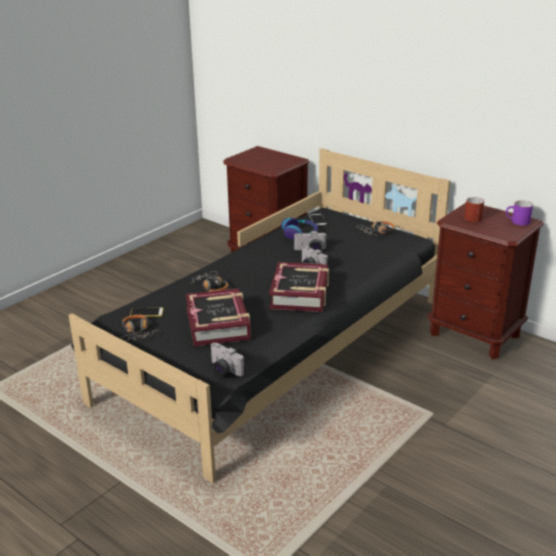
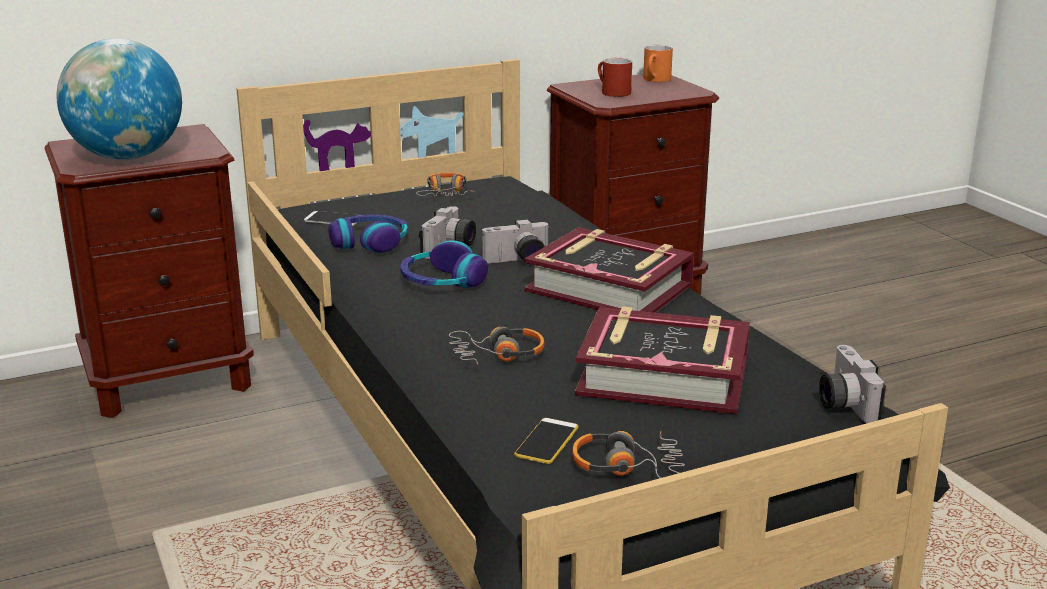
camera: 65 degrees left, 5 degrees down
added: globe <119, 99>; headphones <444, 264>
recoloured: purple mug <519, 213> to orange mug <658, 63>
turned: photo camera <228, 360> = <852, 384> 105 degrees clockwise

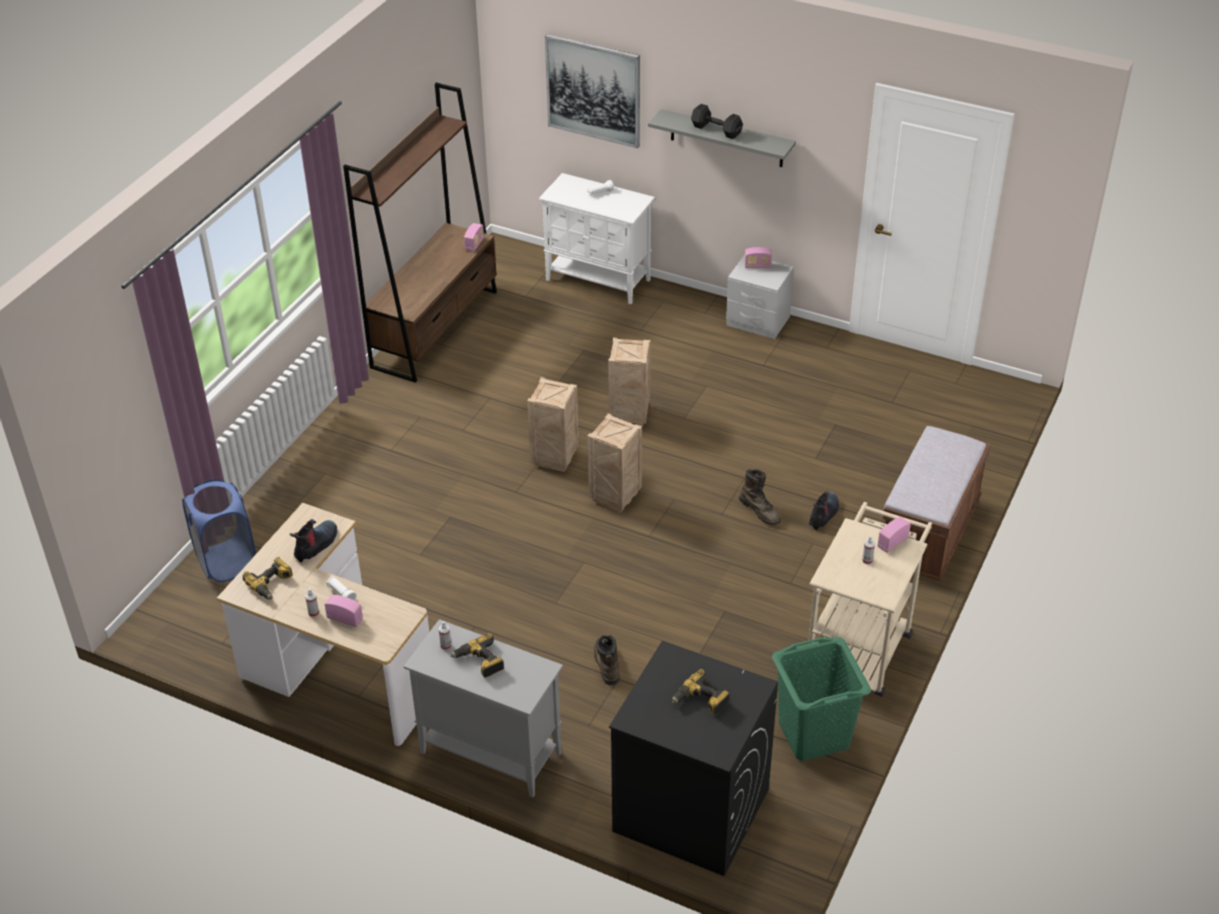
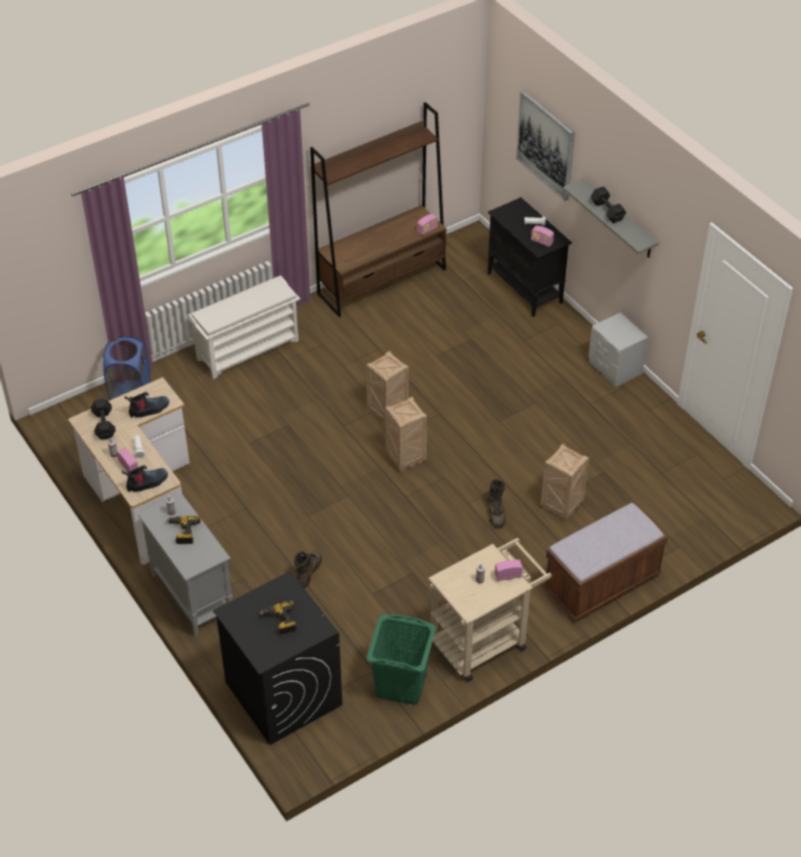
camera: 30 degrees right, 5 degrees up
added: white shoe rack <244, 327>
moved: radio <758, 257> to <542, 236>; crate <629, 382> to <565, 482>; boot <824, 510> to <145, 478>
replaced: power drill <268, 578> to black dumbbell <103, 419>
recoloured: white cabinet <597, 238> to black cabinet <530, 257>

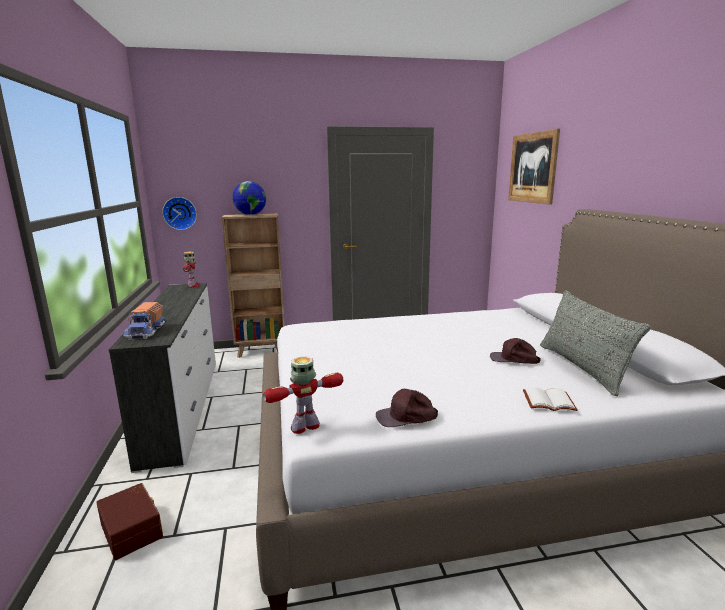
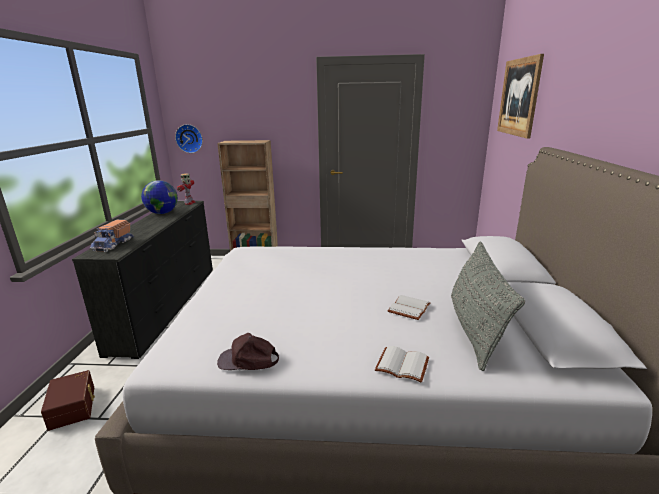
camera: 15 degrees right, 5 degrees up
removed: toy robot <303, 395>
moved: globe <249, 198> to <159, 197>
replaced: brown cap <515, 351> to white book <409, 307>
recoloured: white dresser <162, 378> to black dresser <142, 280>

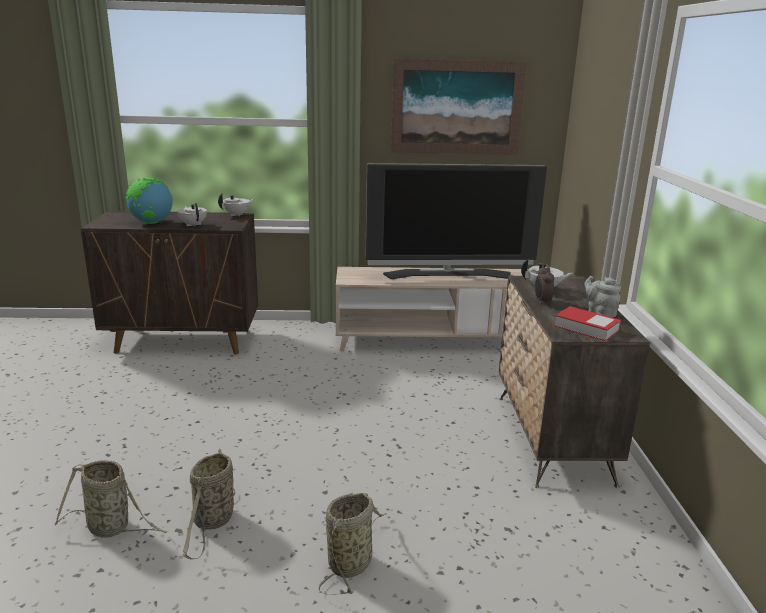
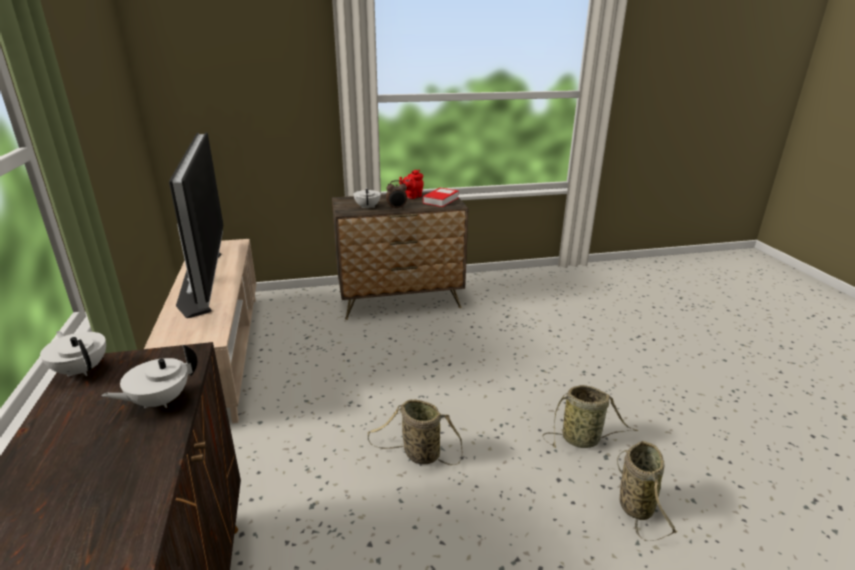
camera: 100 degrees left, 5 degrees up
removed: picture <459, 107>; globe <149, 200>
moved: basket <353, 544> to <415, 432>
recoloured: grey teapot <602, 297> to red teapot <411, 184>

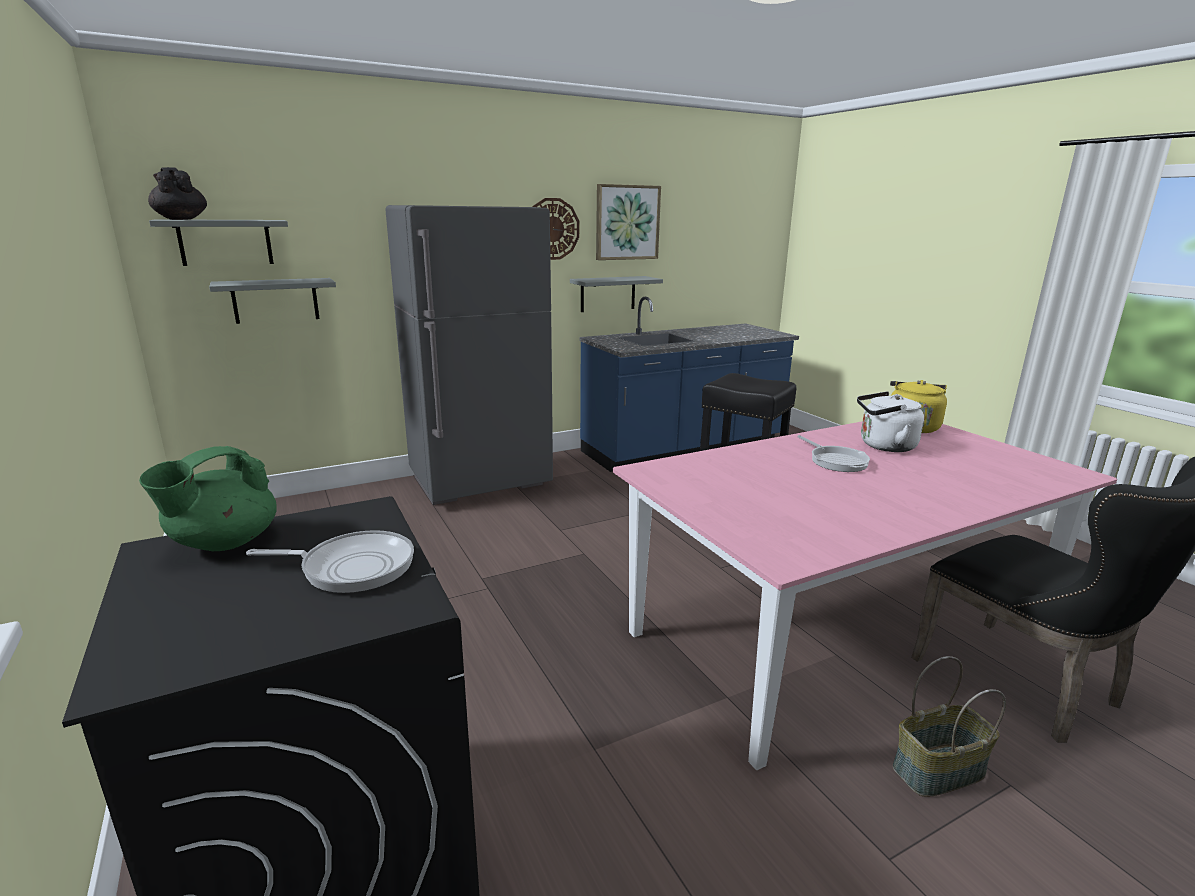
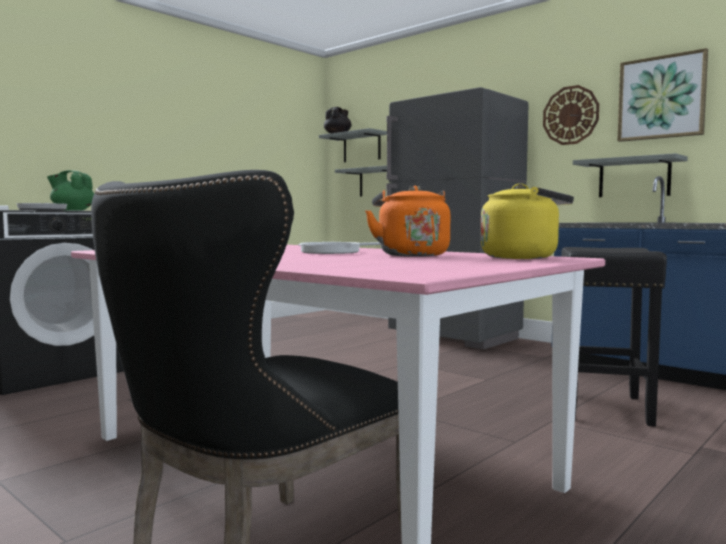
camera: 70 degrees right, 15 degrees down
removed: basket <949, 726>
recoloured: white kettle <890, 421> to orange kettle <407, 221>

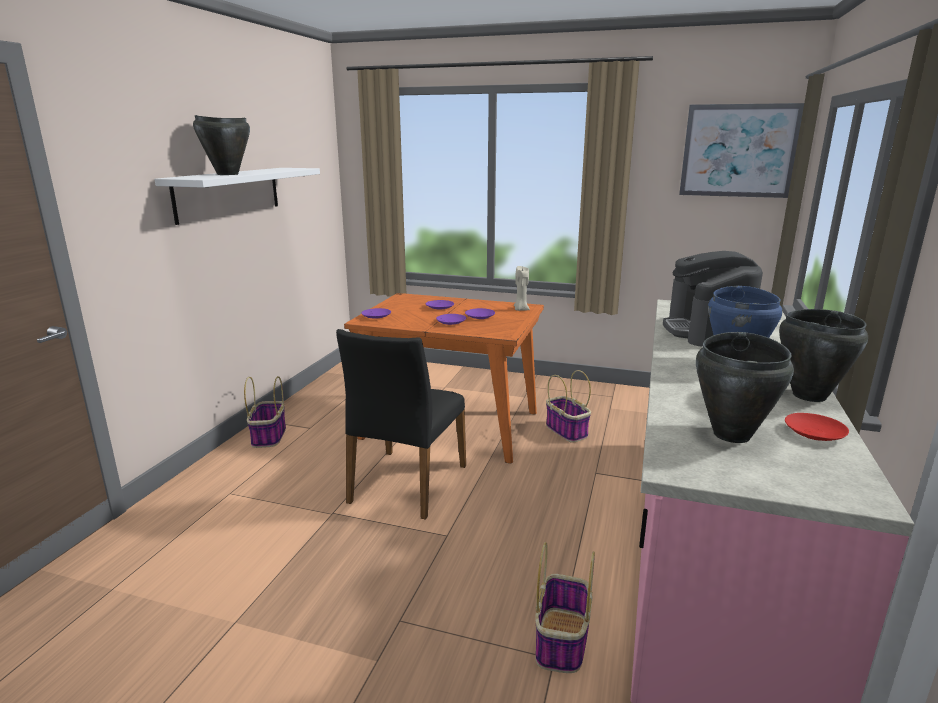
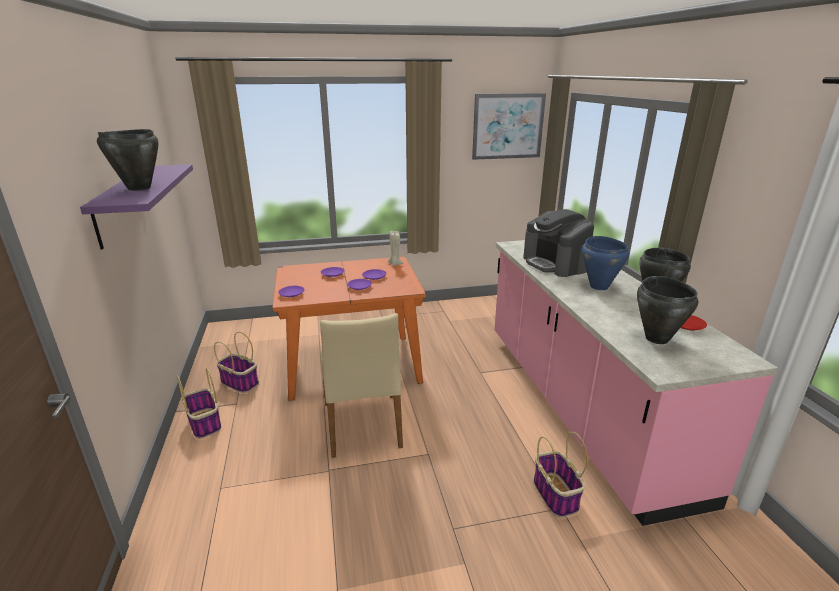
camera: 30 degrees left, 5 degrees up
moved: basket <568, 406> to <236, 362>
recoloured: white shelf <237, 196> to purple shelf <136, 207>; black chair <401, 424> to beige chair <361, 385>

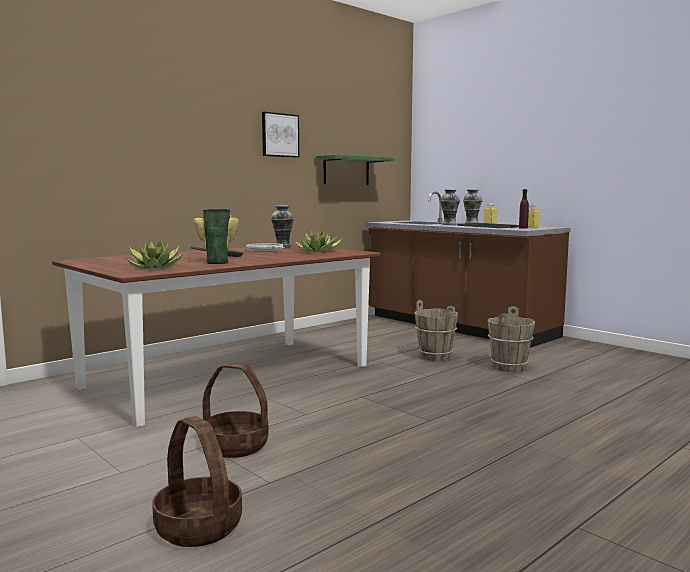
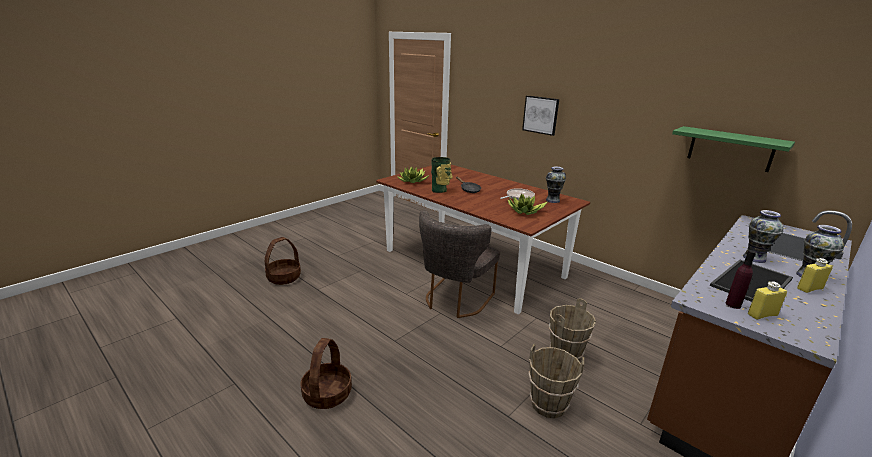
camera: 85 degrees right, 15 degrees up
added: grey chair <459, 264>
moved: picture <280, 135> to <540, 115>; basket <235, 410> to <326, 373>

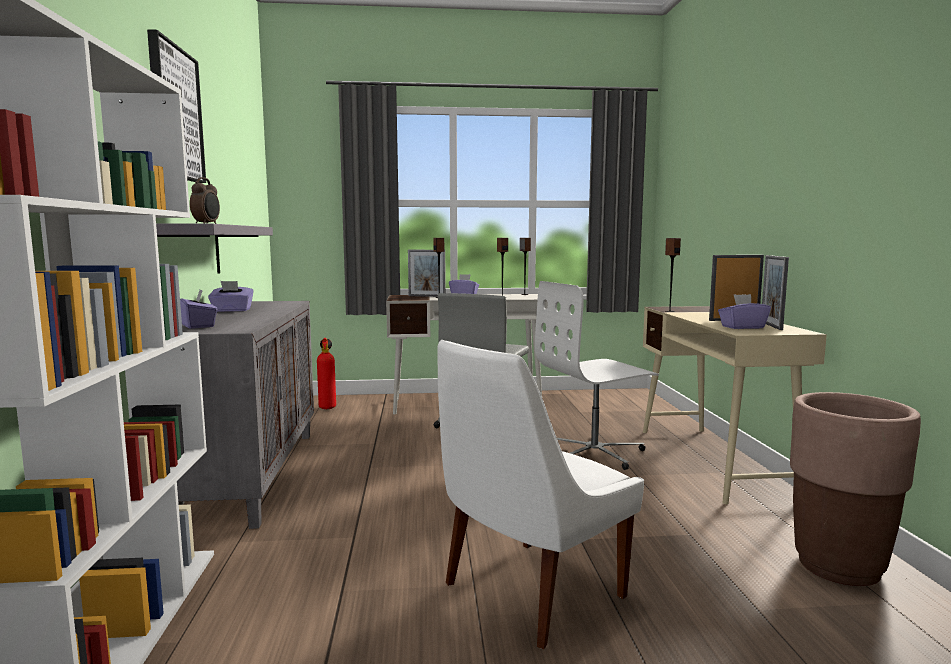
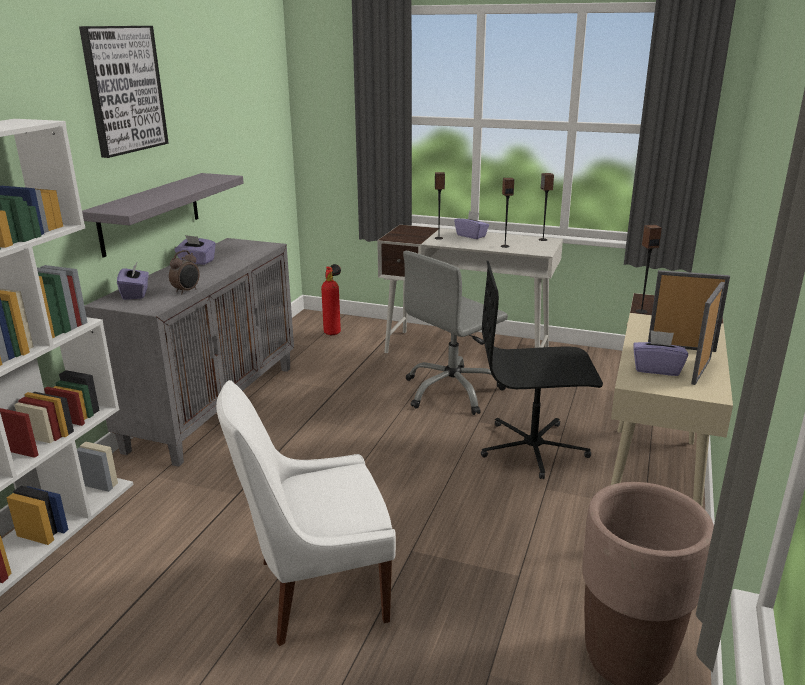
camera: 25 degrees right, 15 degrees up
removed: picture frame <427, 273>
moved: alarm clock <205, 200> to <184, 272>
recoloured: white office chair <597, 375> to black office chair <542, 370>

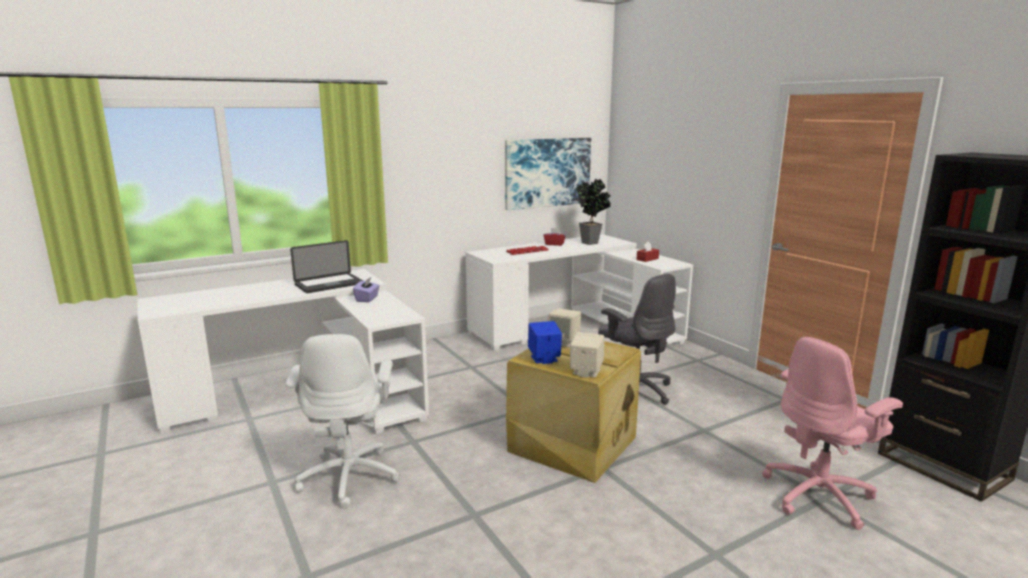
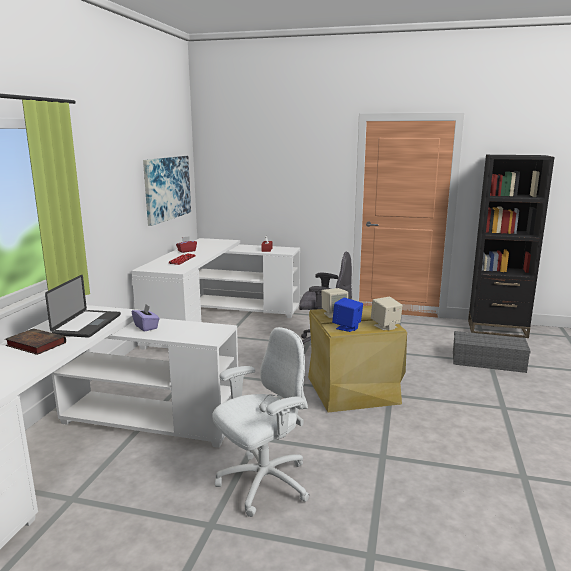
camera: 45 degrees left, 0 degrees up
removed: potted plant <593, 211>
added: book <35, 341>
replaced: pink office chair <832, 433> to grey storage box <492, 352>
turned: white office chair <343, 421> = <260, 422> 75 degrees counterclockwise

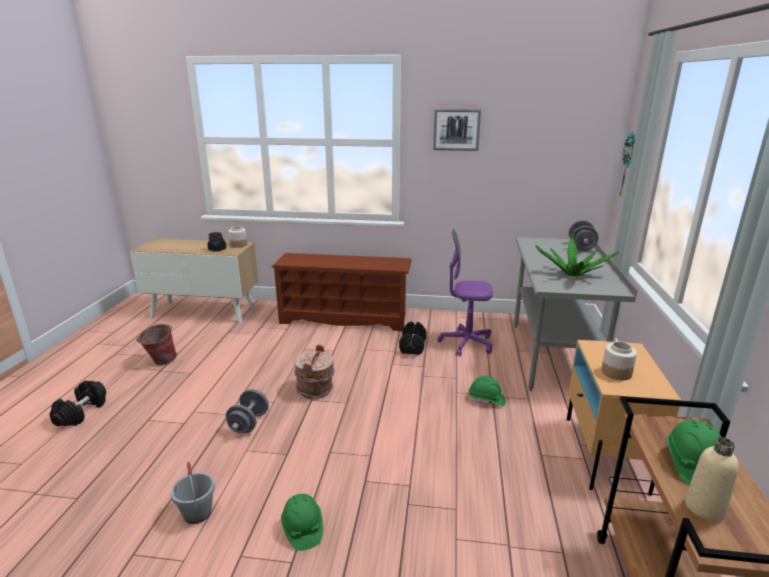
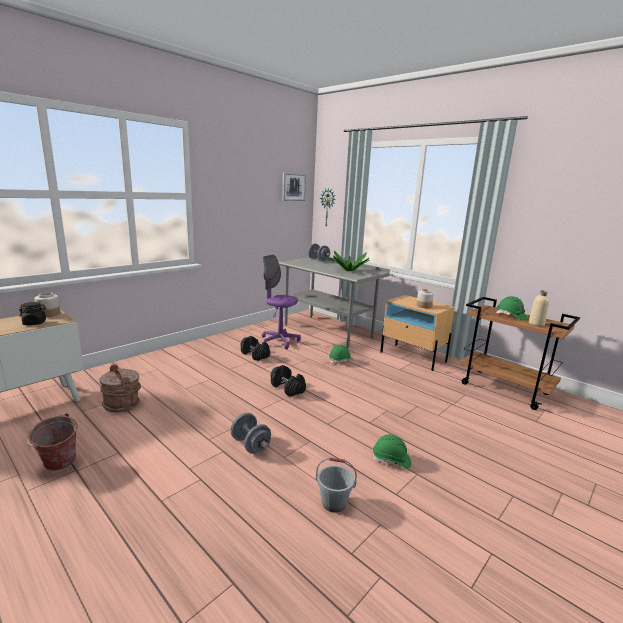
camera: 55 degrees left, 5 degrees down
removed: brown shoe rack <341, 292>
moved: picture <457, 130> to <294, 186>; brown bucket <314, 371> to <120, 388>; black dumbbell <78, 403> to <288, 381>
turned: purple office chair <465, 292> = <281, 302> 75 degrees clockwise

